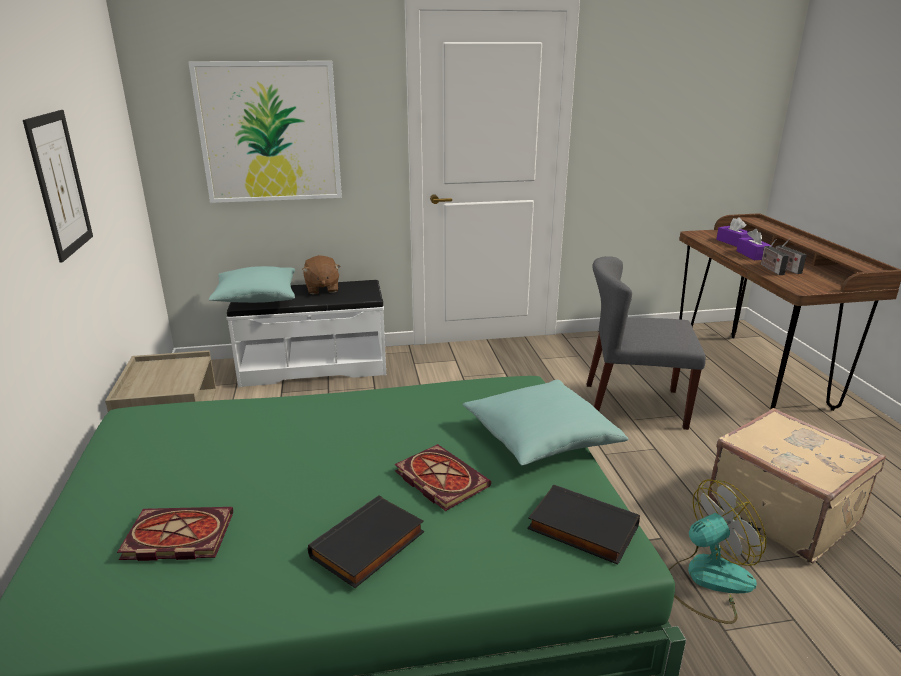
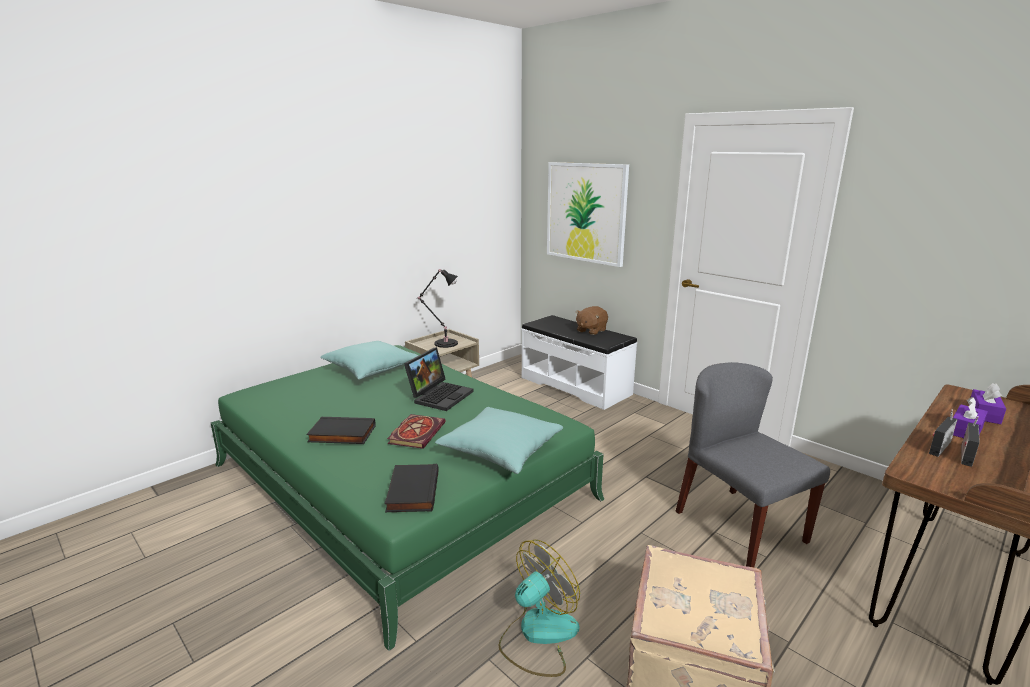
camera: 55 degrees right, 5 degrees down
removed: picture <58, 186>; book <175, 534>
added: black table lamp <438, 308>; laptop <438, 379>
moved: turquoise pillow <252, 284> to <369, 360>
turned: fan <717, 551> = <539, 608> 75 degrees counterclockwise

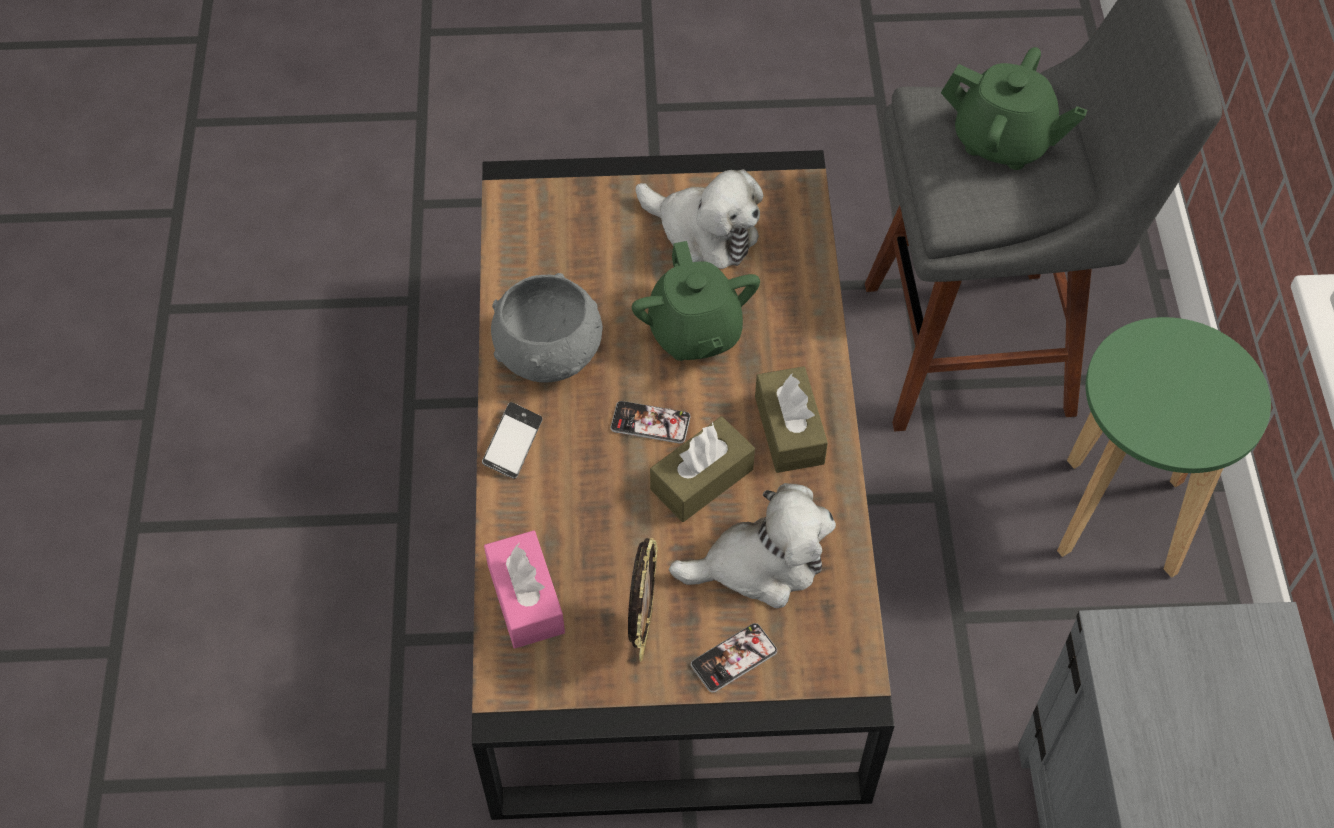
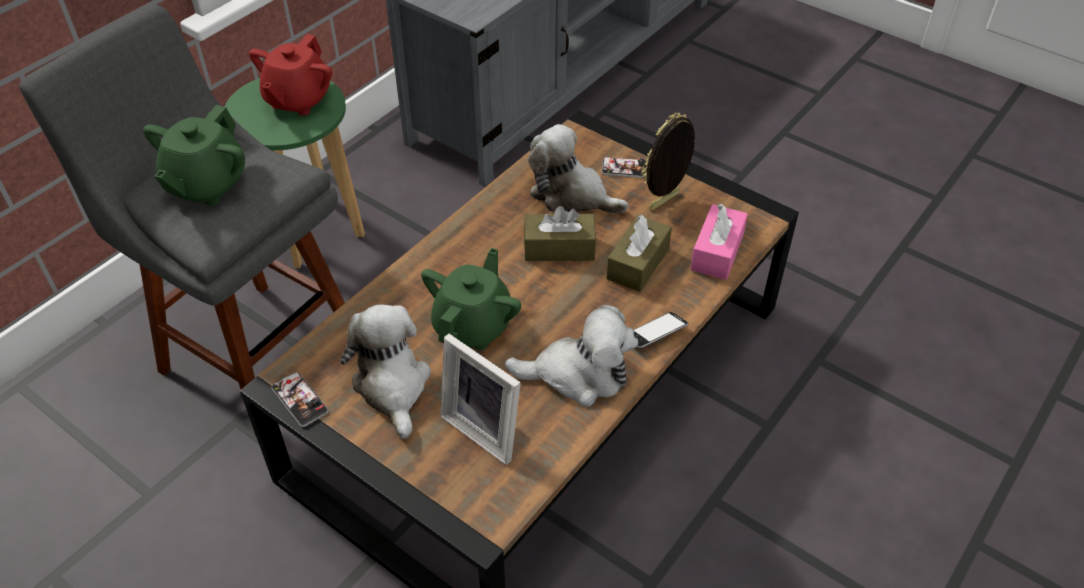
camera: 140 degrees left, 10 degrees down
added: red teapot <290, 75>; picture frame <480, 399>
moved: brown tissue box <791, 419> to <639, 253>; phone <650, 422> to <300, 399>
replaced: grey bowl <547, 328> to plush toy <571, 356>
turned: green teapot <1014, 108> = <194, 155> 135 degrees counterclockwise

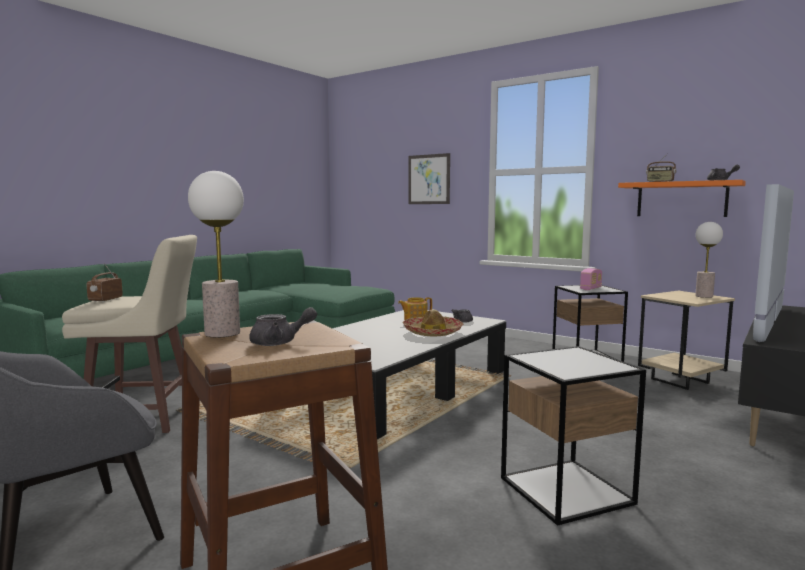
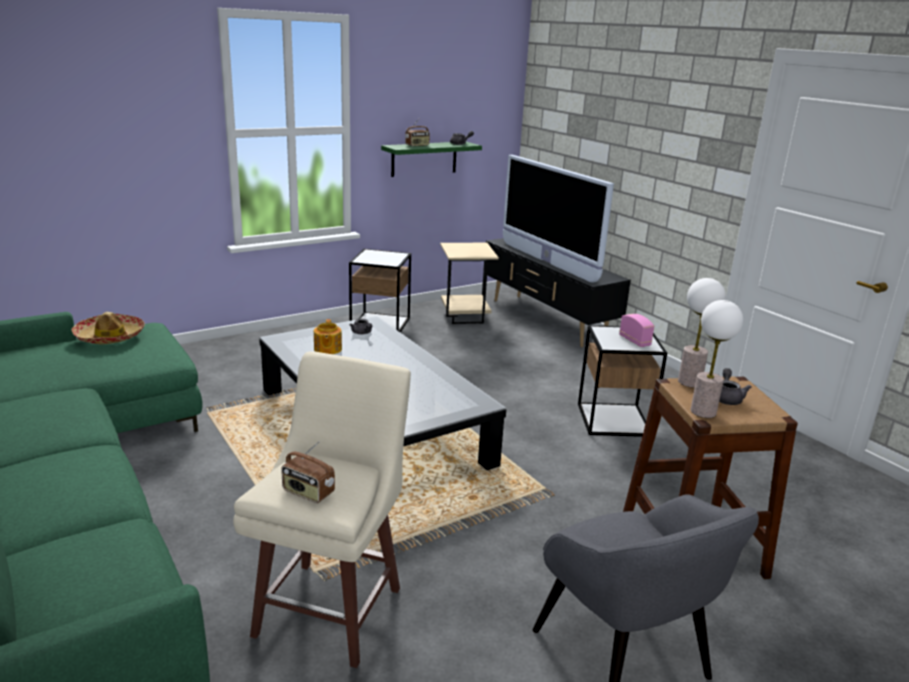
camera: 70 degrees left, 15 degrees up
removed: picture <429, 178>
moved: table lamp <709, 260> to <702, 332>; radio <591, 279> to <636, 330>; hat <432, 323> to <108, 328>
recoloured: orange shelf <682, 198> to green shelf <431, 159>

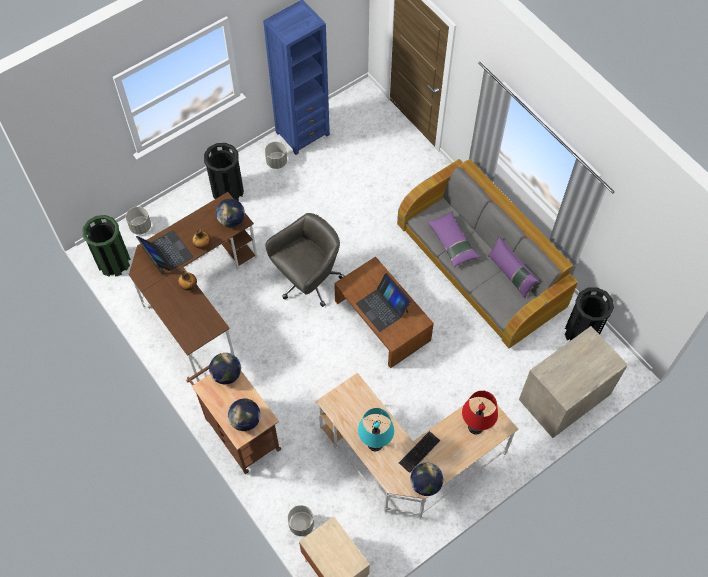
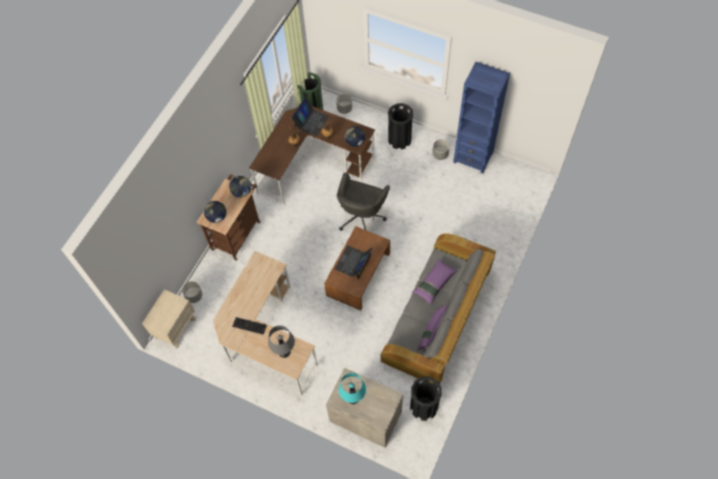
camera: 65 degrees right, 0 degrees up
removed: globe <426, 479>
moved: turquoise table lamp <376, 429> to <352, 388>
recoloured: red table lamp <480, 413> to grey table lamp <281, 341>
turned: grey office chair <305, 260> = <363, 201> 90 degrees clockwise

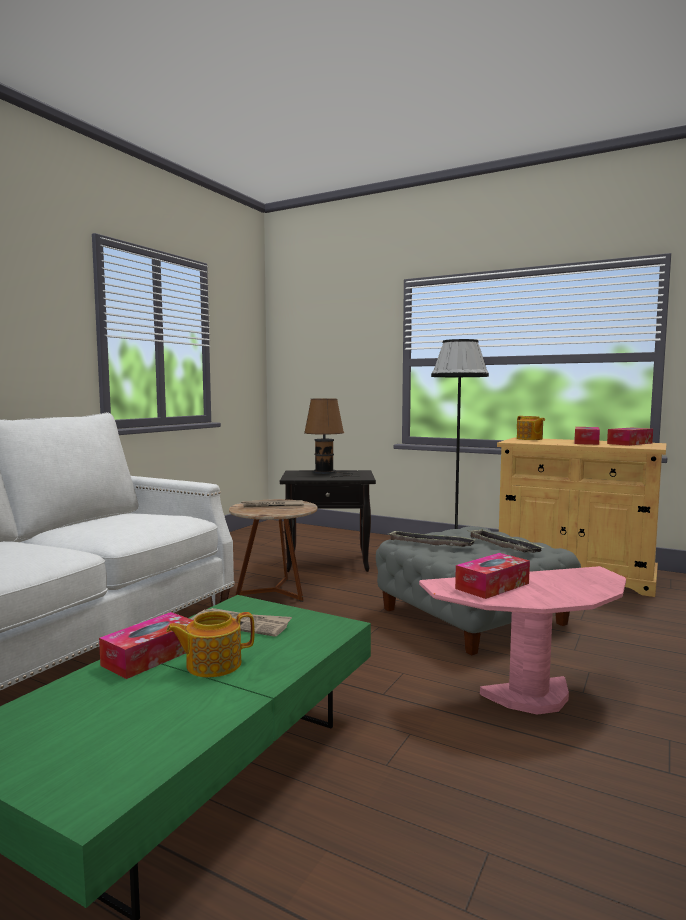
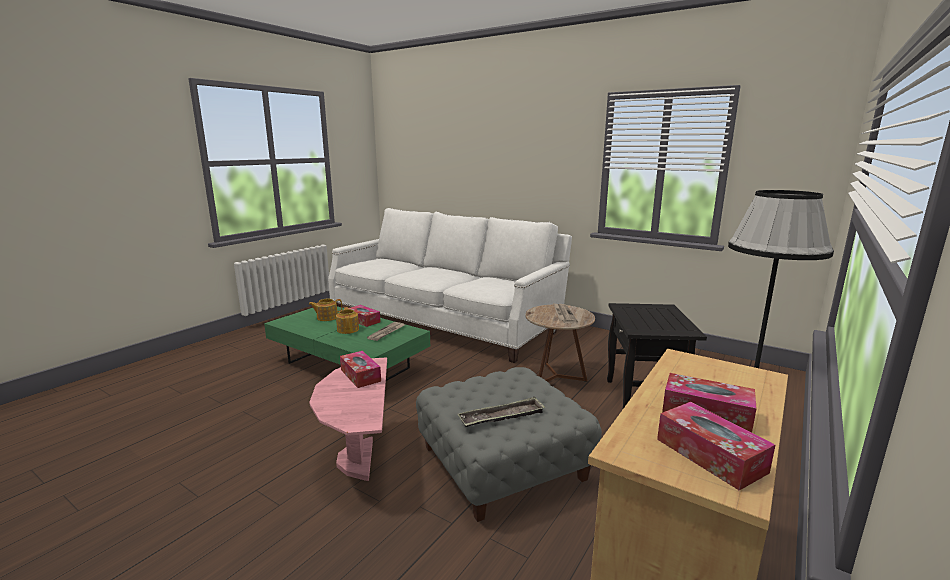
camera: 95 degrees right, 10 degrees up
removed: brown table lamp <328, 438>; tray <432, 538>
moved: teapot <531, 428> to <325, 310>

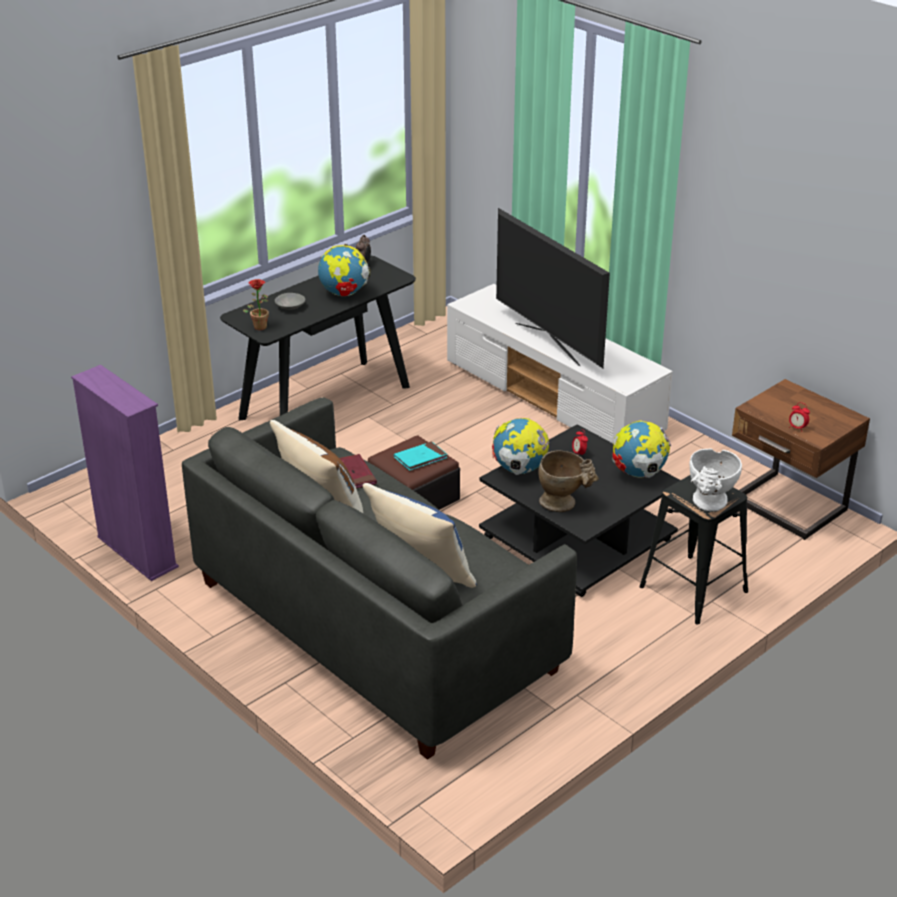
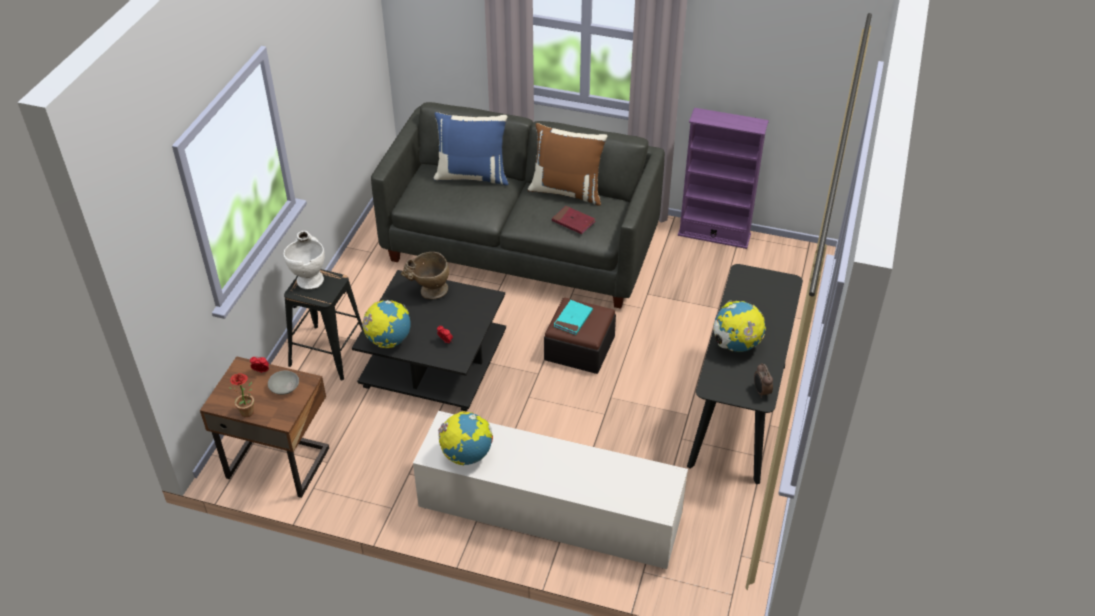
camera: 150 degrees right, 10 degrees up
removed: television <553, 288>
moved: potted plant <256, 304> to <241, 395>; grey bowl <290, 301> to <283, 383>; globe <520, 446> to <465, 438>

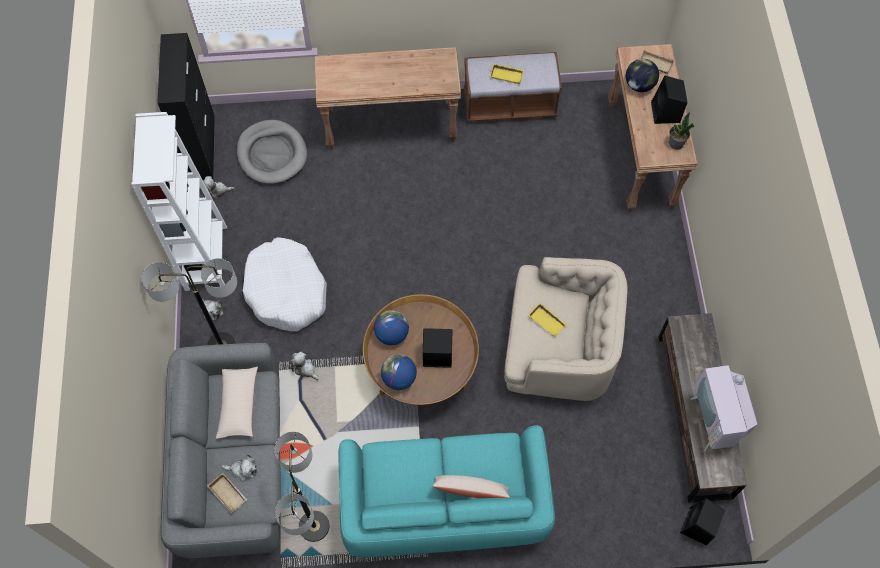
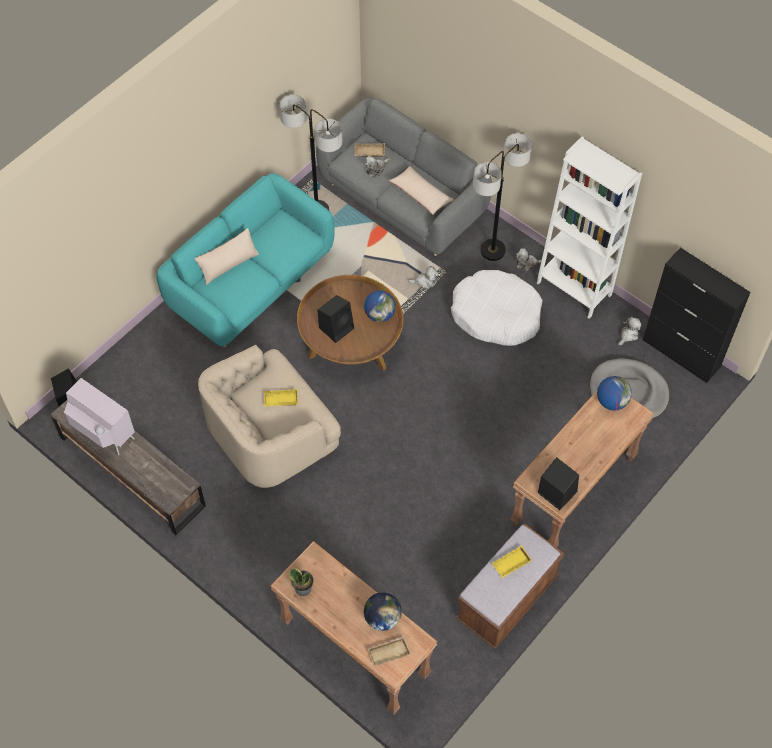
camera: 135 degrees right, 5 degrees down
moved: black speaker <669, 100> to <558, 483>; globe <399, 372> to <614, 393>

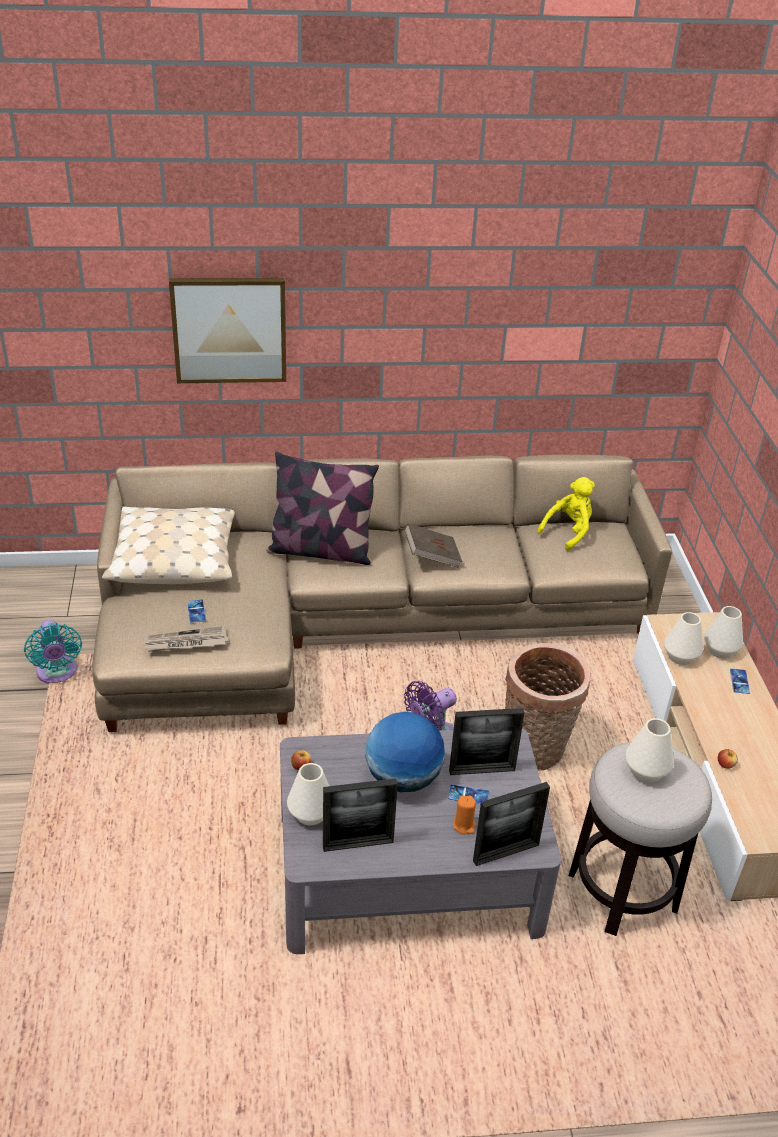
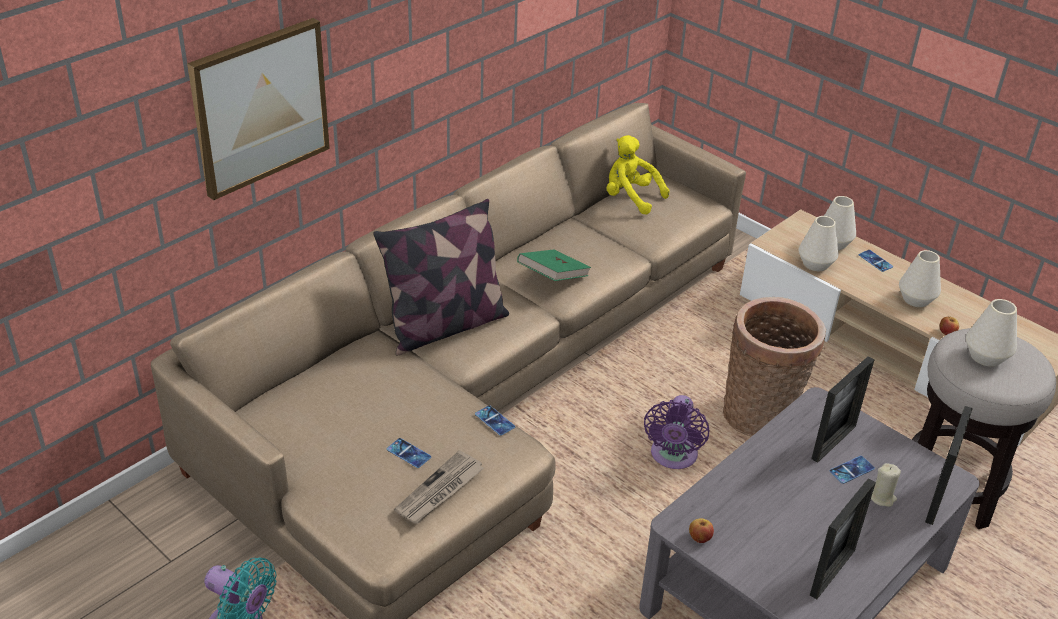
camera: 40 degrees left, 0 degrees up
removed: beige pillow <168, 545>; globe <405, 752>
added: phone <495, 420>
moved: white vase <308, 794> to <920, 278>
recoloured: brown book <433, 546> to green book <554, 265>; orange candle <464, 815> to beige candle <886, 485>
turned: yellow plush toy <566, 514> = <638, 175> 60 degrees counterclockwise

